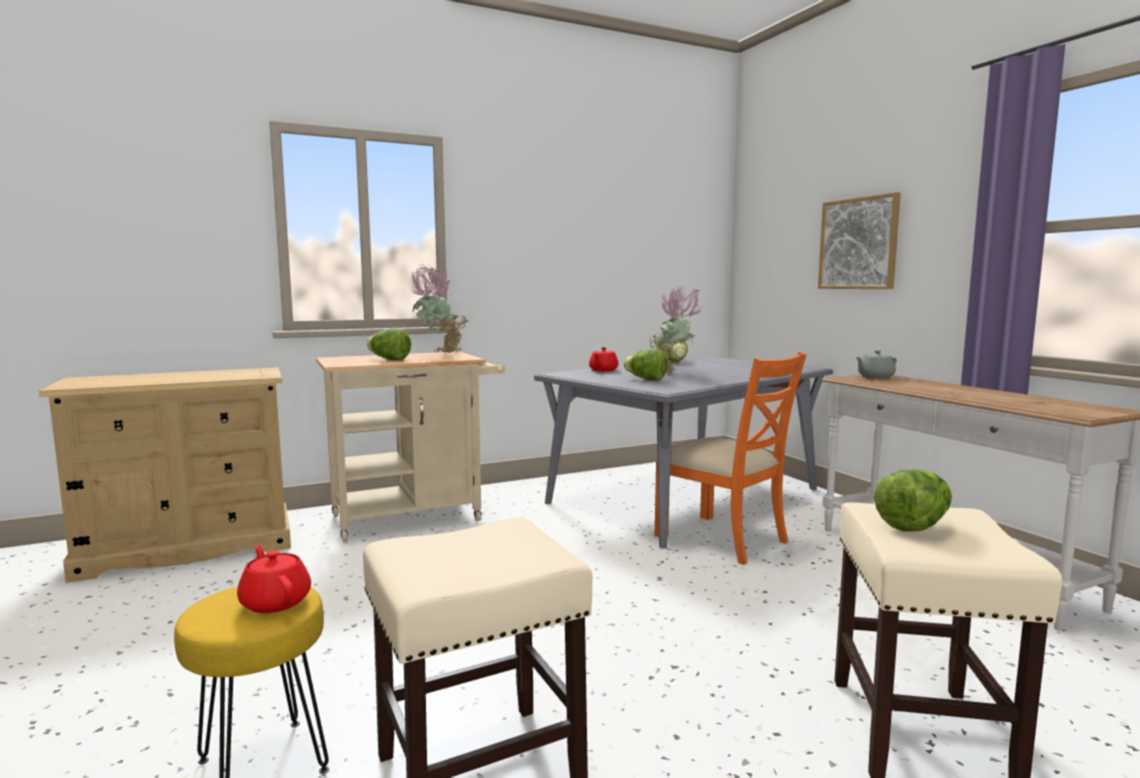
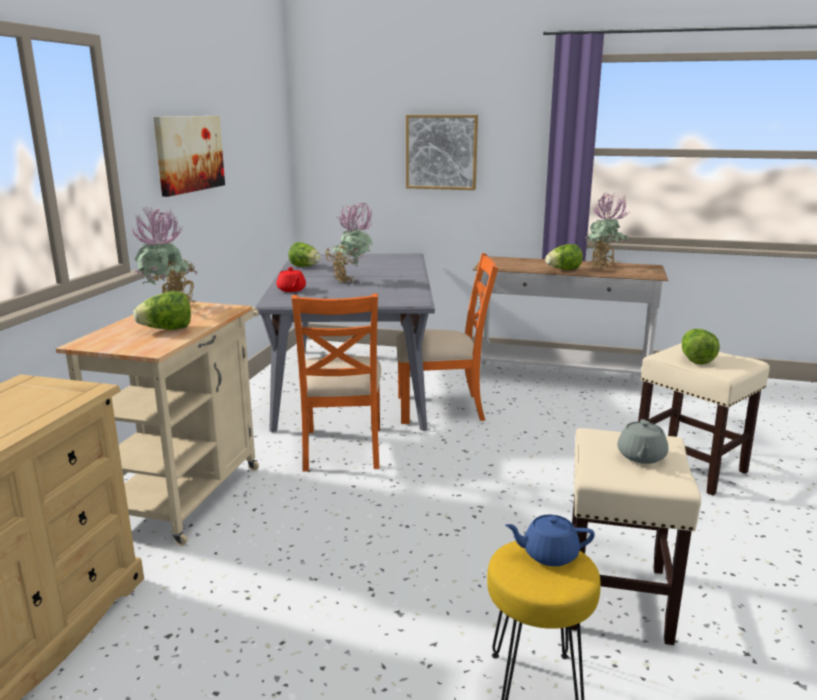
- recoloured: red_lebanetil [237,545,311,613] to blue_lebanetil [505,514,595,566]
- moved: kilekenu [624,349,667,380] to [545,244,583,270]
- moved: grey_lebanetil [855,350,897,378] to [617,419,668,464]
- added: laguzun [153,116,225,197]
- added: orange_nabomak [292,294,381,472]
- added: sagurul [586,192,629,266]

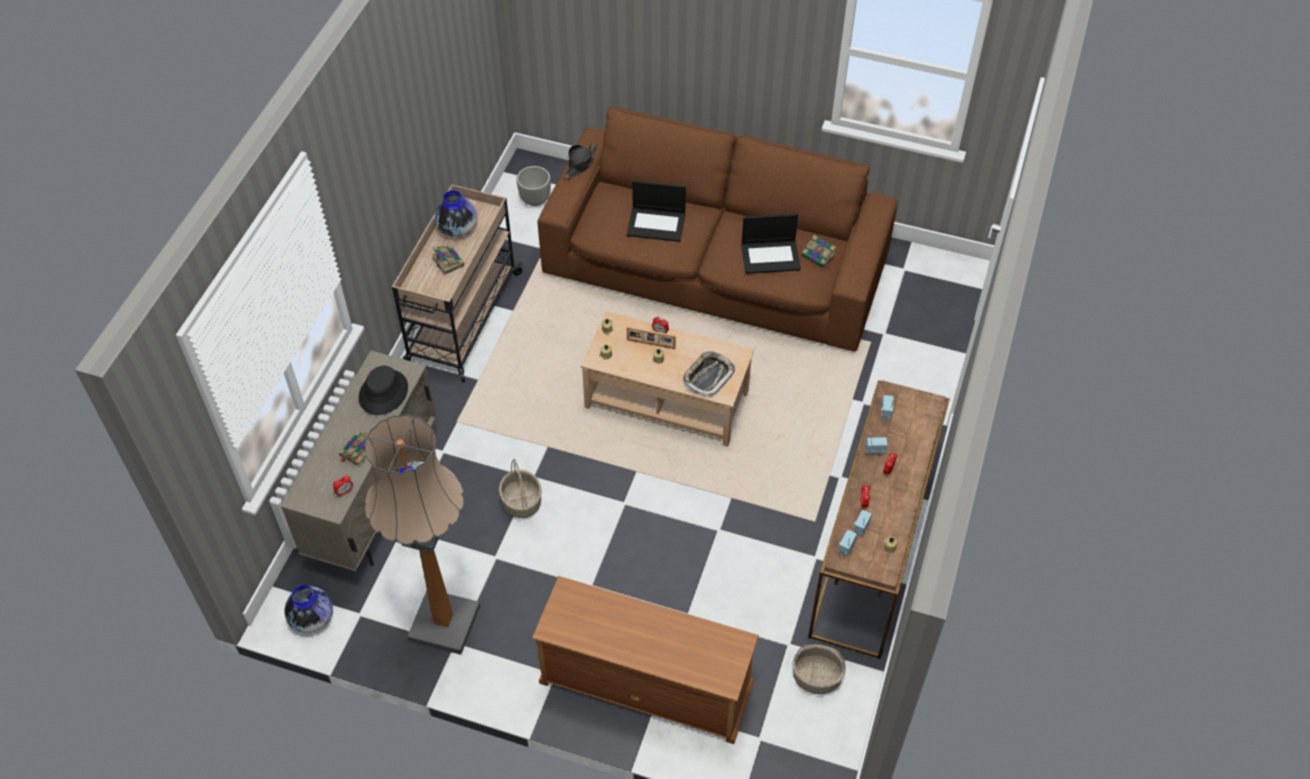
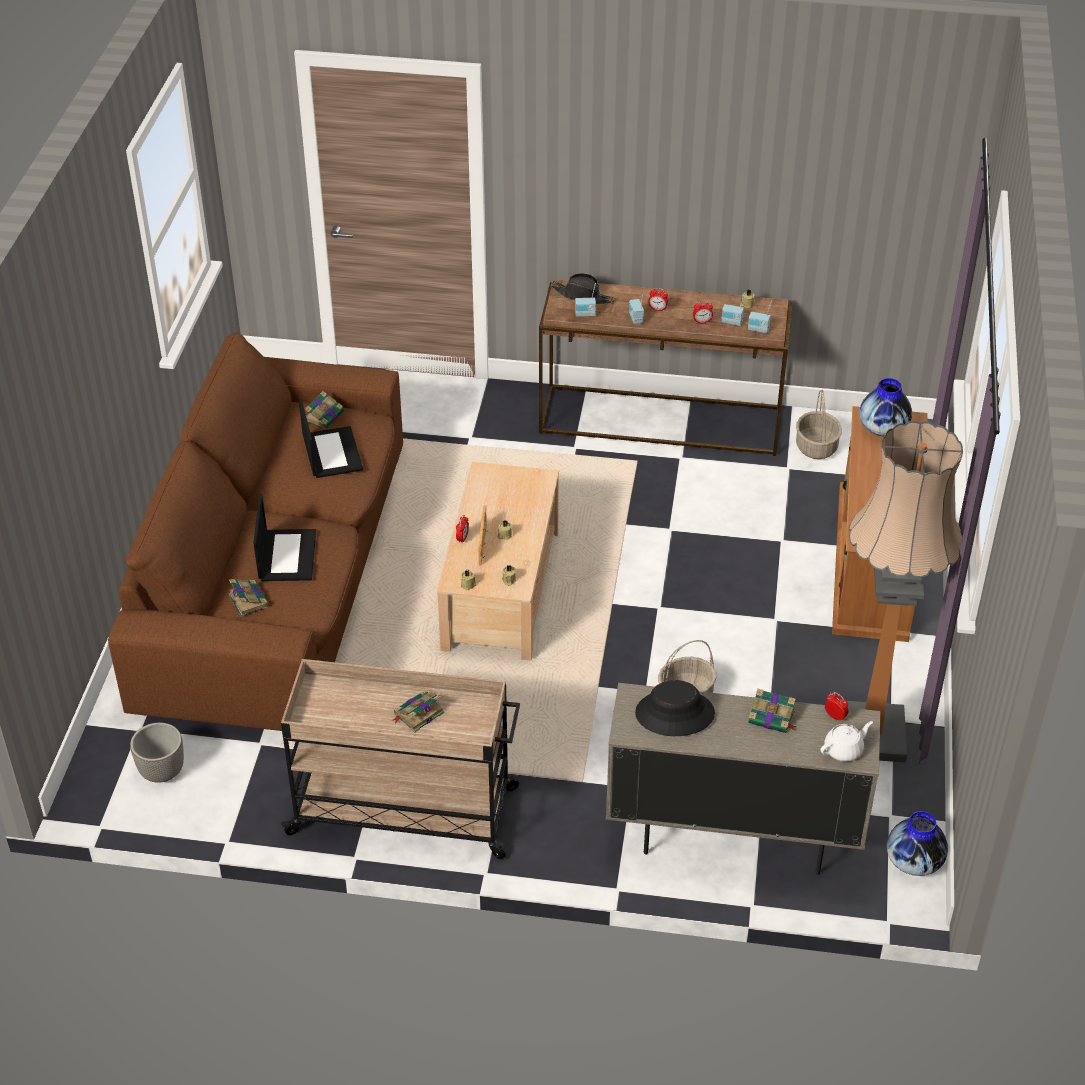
- moved: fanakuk [434,190,477,237] to [859,378,912,436]
- moved: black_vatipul [563,143,598,179] to [550,273,614,304]
- removed: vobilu [683,351,735,396]
- added: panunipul [228,579,269,616]
- added: white_lebanetil [821,721,873,761]

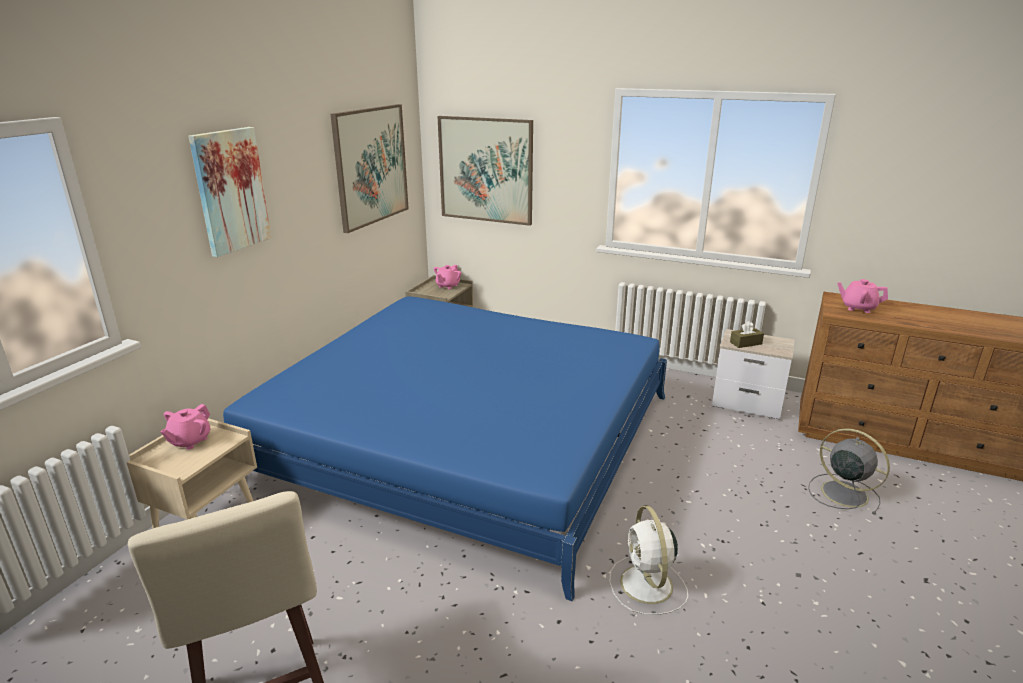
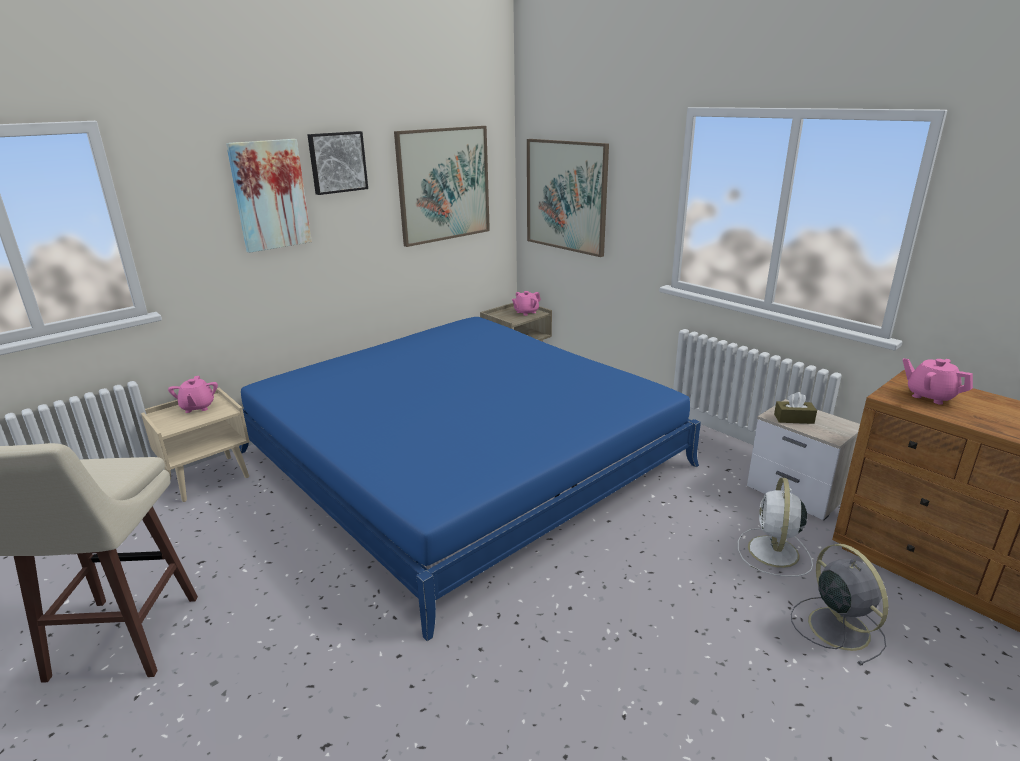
- turned: pink_lebanetil [160,404,210,450] = [168,376,218,413] 60 degrees counterclockwise
- moved: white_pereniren [609,506,688,615] to [738,477,813,577]
- added: laguzun [307,131,368,195]

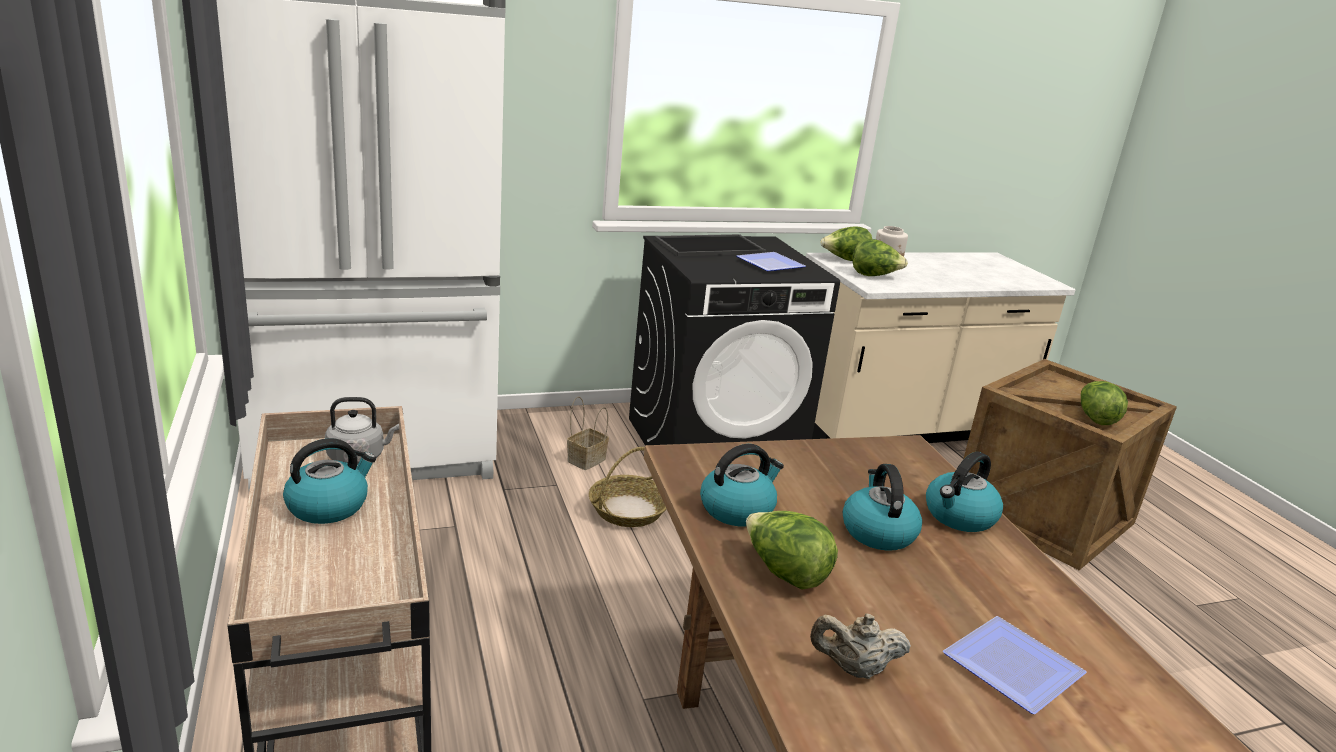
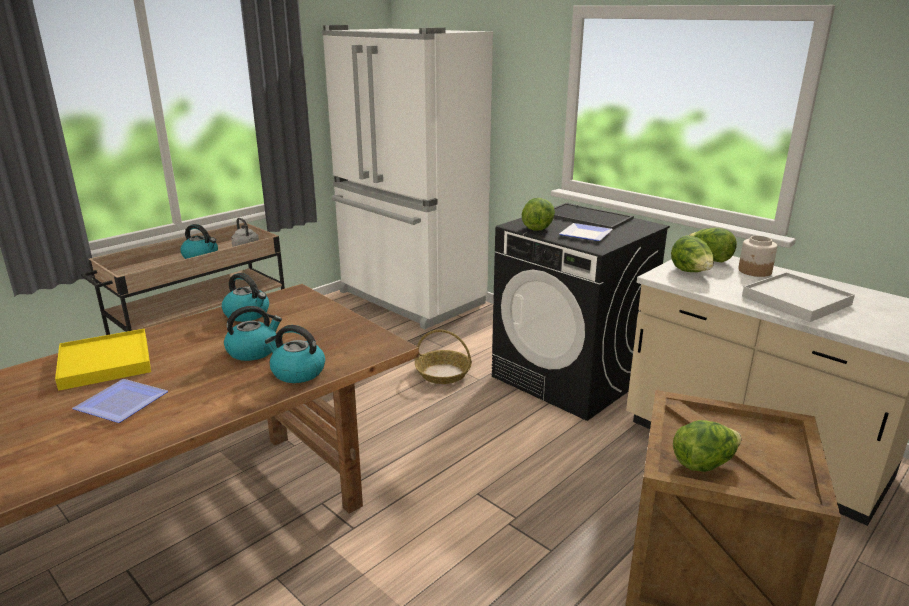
- removed: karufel [567,397,609,470]
- moved: kilekenu [746,511,838,590] to [522,198,555,231]
- replaced: beige_lebanetil [810,613,911,679] to yellow_vobilu [55,329,151,391]
- added: white_vobilu [742,272,855,322]

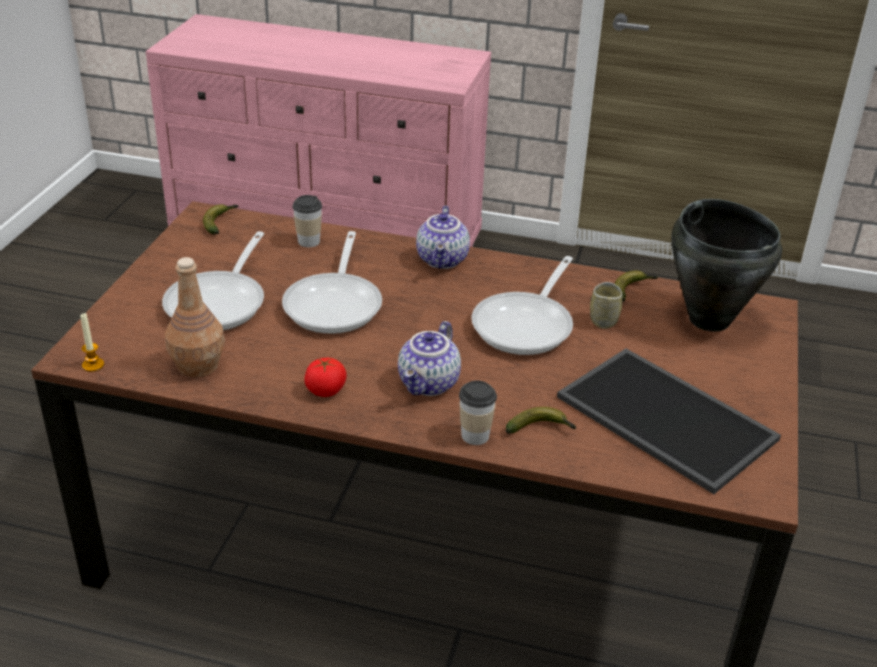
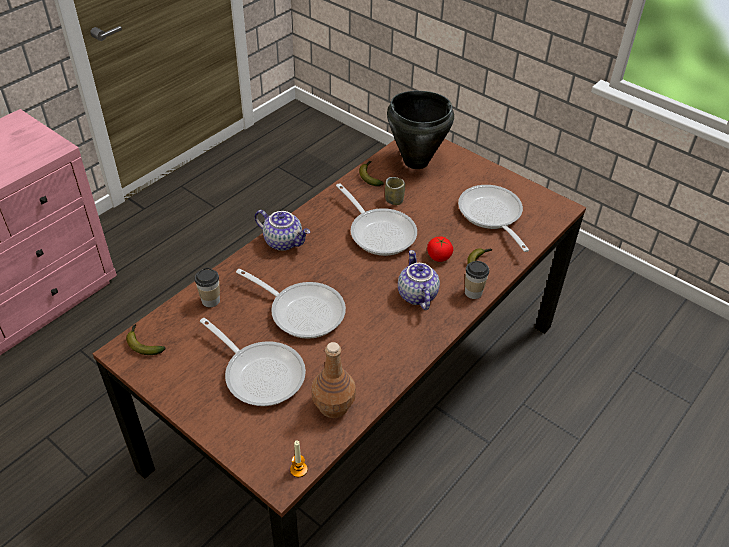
- moved: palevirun [304,358,347,397] to [427,236,453,262]
- turned: lebanetil [398,321,461,396] = [398,250,440,310] 150 degrees counterclockwise
- replaced: vobilu [557,349,781,494] to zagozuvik [458,185,529,252]

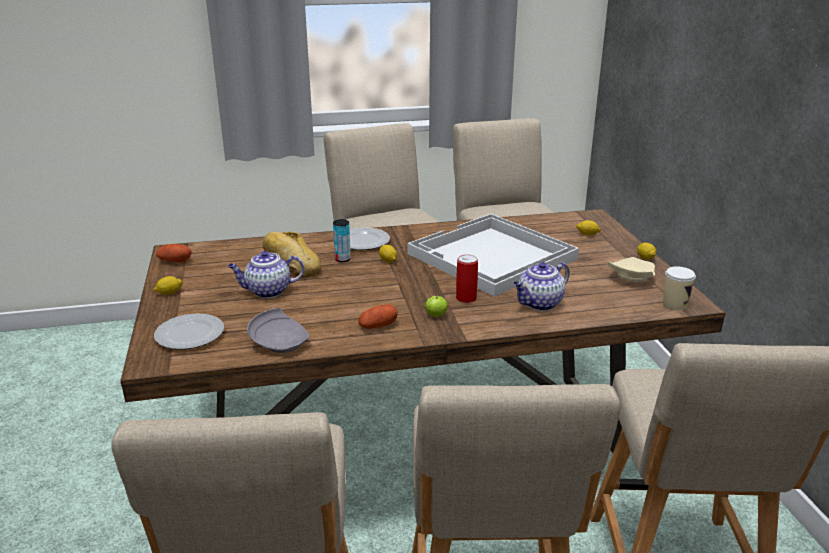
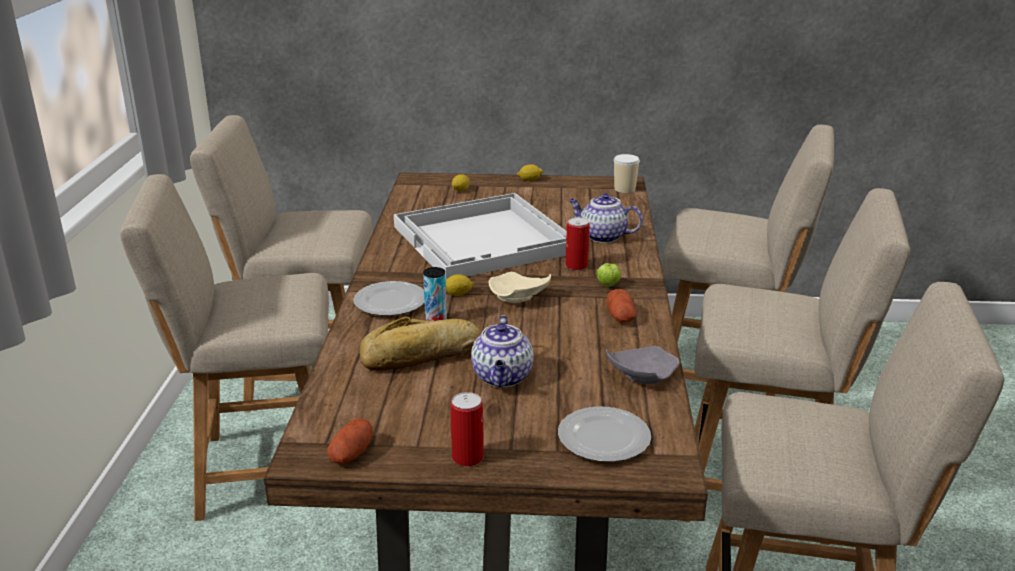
- replaced: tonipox [153,276,183,295] to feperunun [451,392,484,466]
- turned: lebanetil [513,262,570,311] = [568,193,643,243] 135 degrees clockwise
- moved: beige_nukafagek [608,257,655,282] to [488,272,551,303]

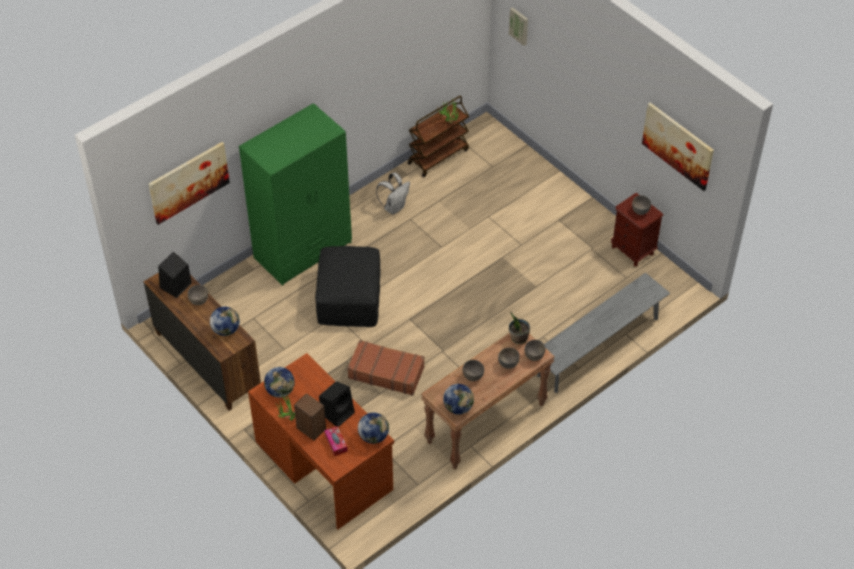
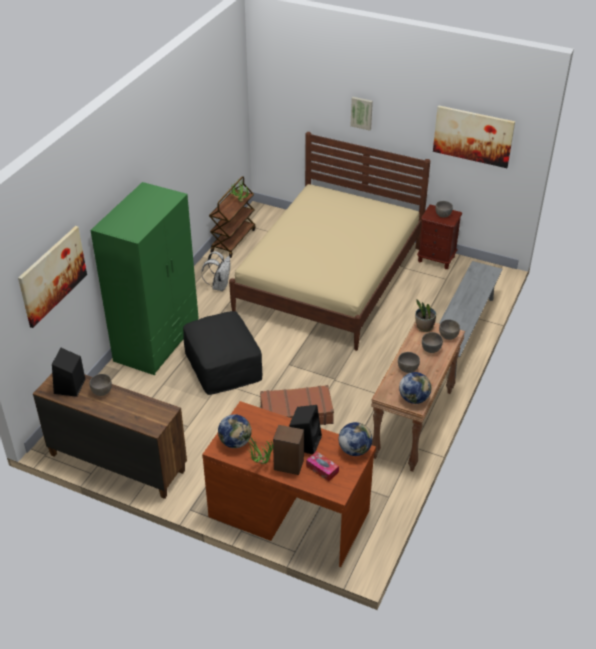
- removed: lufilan [210,306,240,336]
- moved: laguzun [509,7,528,46] to [350,97,373,131]
- added: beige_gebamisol [229,132,430,351]

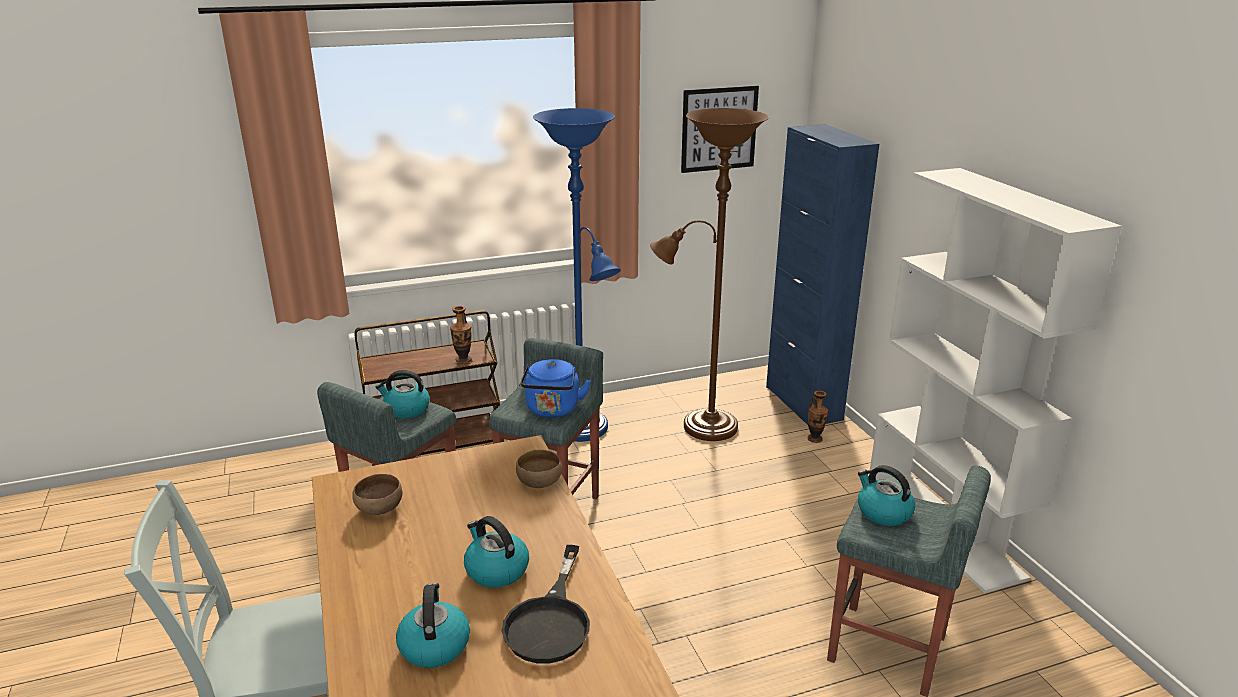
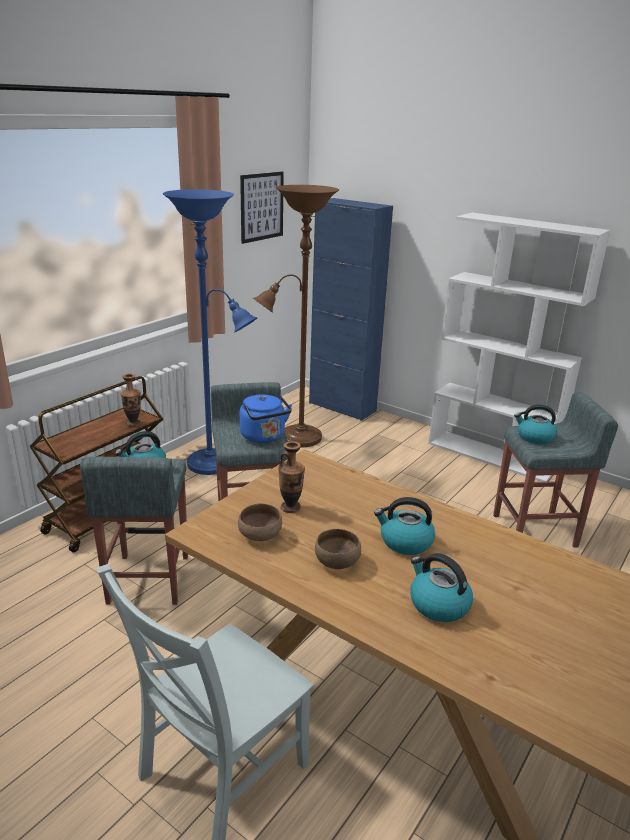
- removed: black_zagozuvik [502,545,590,663]
- moved: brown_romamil [516,450,562,488] to [315,529,361,569]
- moved: fanakuk [807,391,828,443] to [278,441,305,513]

